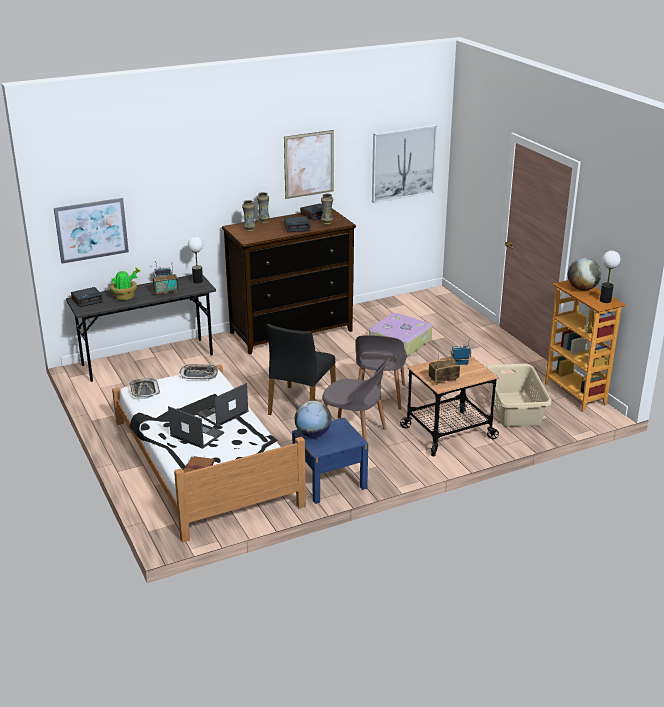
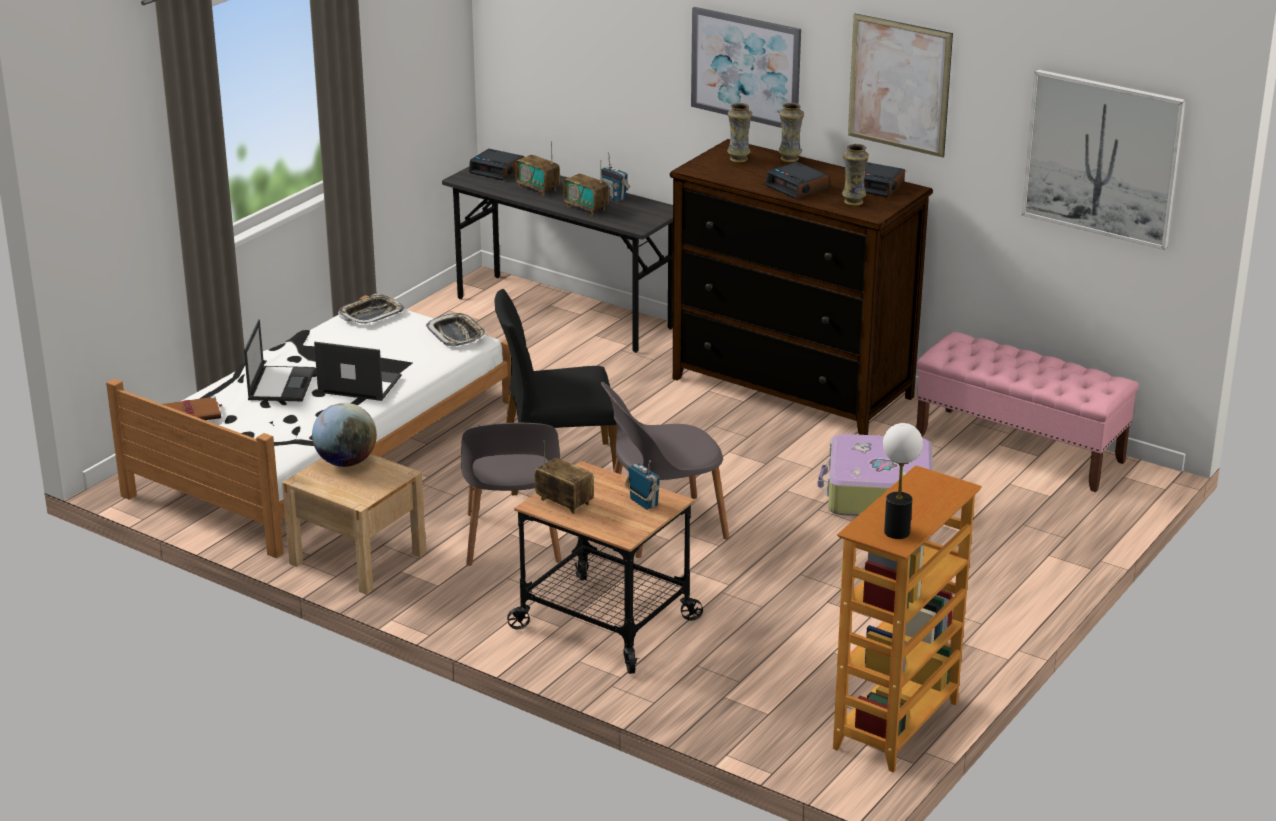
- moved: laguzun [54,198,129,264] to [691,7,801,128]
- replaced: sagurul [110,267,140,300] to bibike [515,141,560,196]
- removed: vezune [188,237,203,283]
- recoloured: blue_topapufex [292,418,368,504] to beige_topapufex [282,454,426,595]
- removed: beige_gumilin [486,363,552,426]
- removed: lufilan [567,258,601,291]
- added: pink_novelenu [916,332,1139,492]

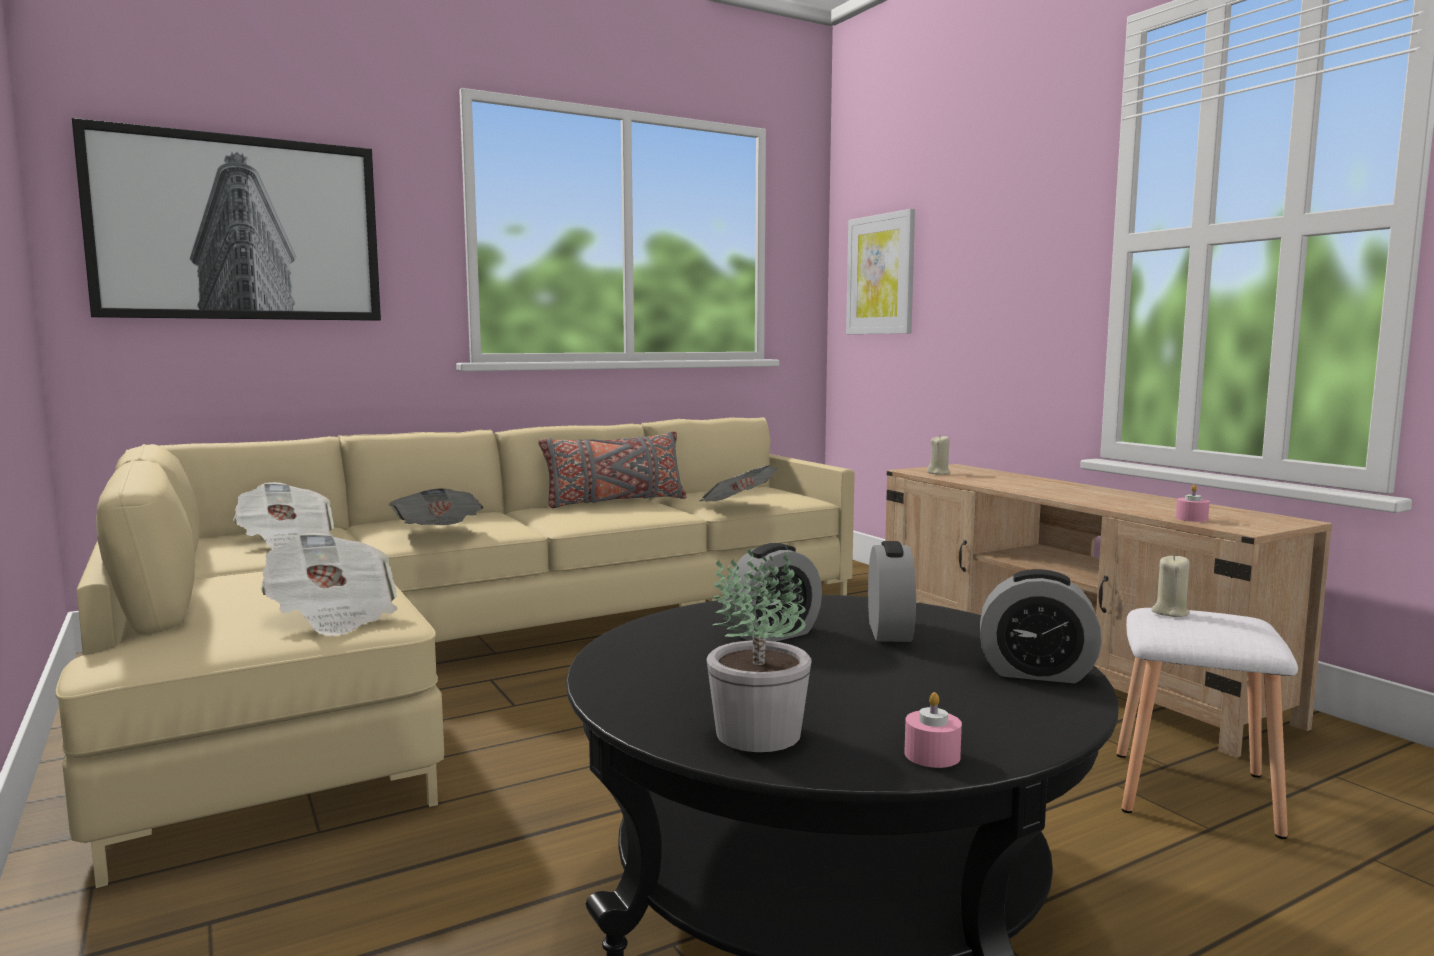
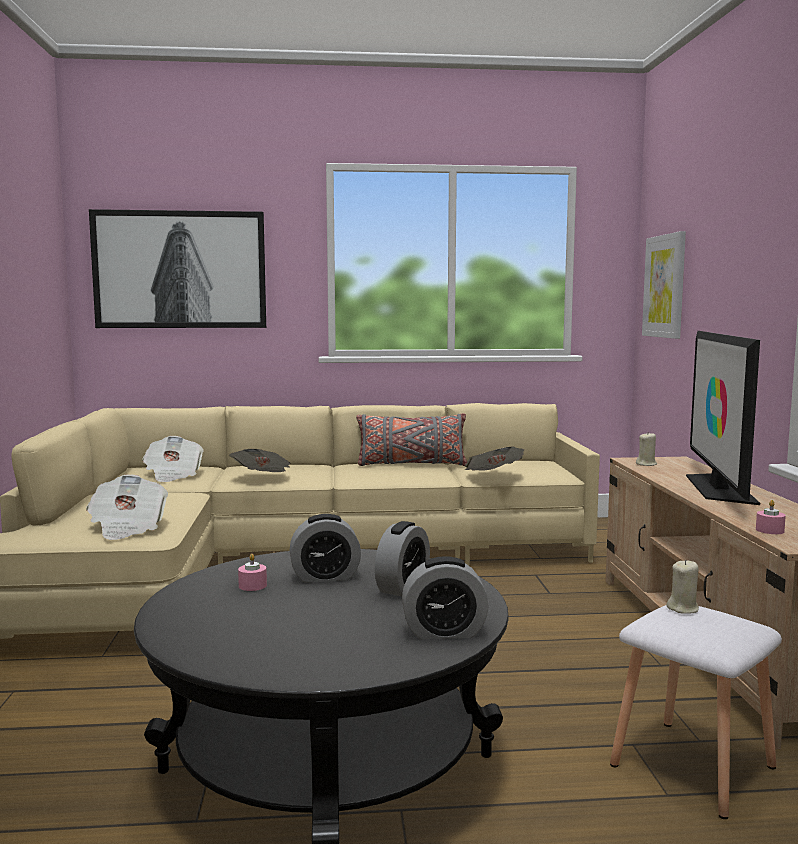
- removed: sagurul [707,546,811,752]
- moved: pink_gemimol [904,692,962,768] to [238,554,267,591]
- turned: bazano [980,569,1102,683] = [402,556,489,640] 45 degrees counterclockwise
- added: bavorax [686,331,760,505]

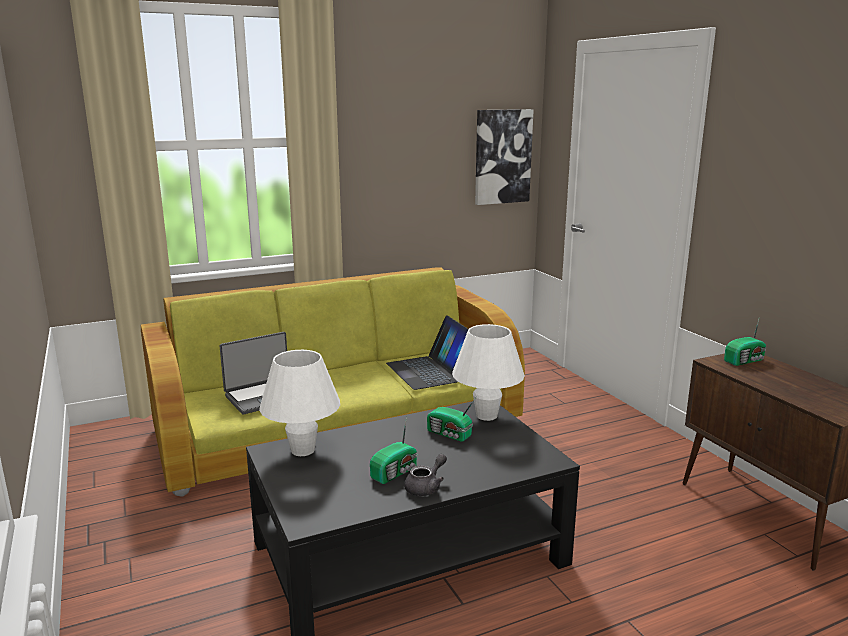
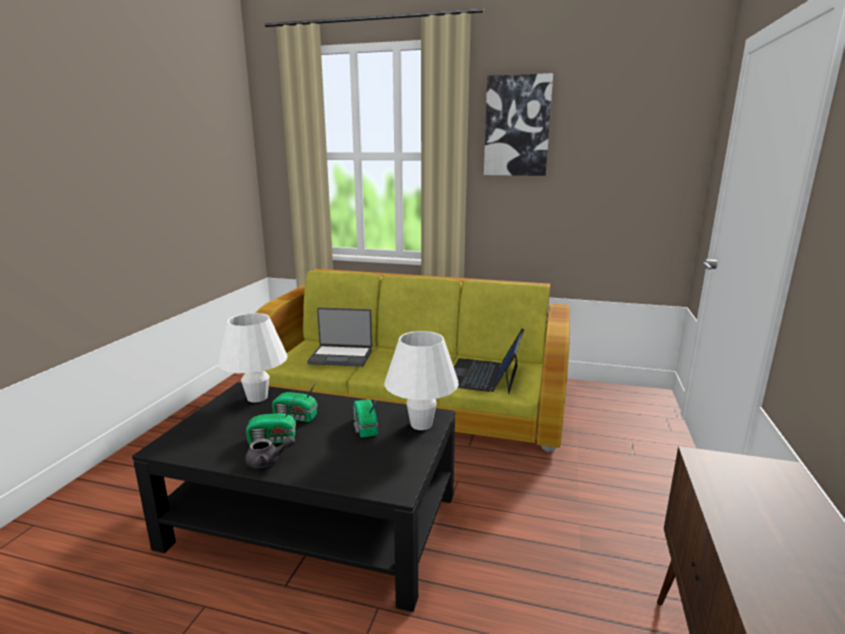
- moved: laguzun [475,109,534,205] to [484,73,553,176]
- moved: bibike [724,320,766,366] to [272,379,318,422]

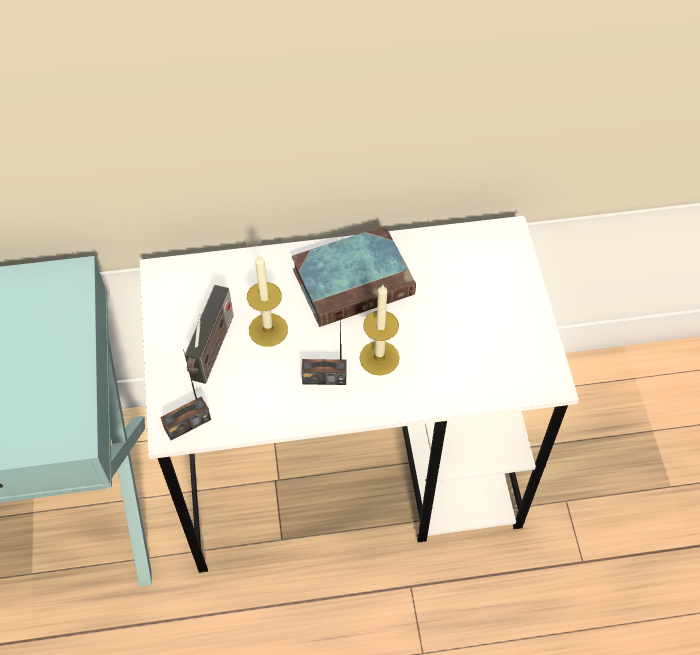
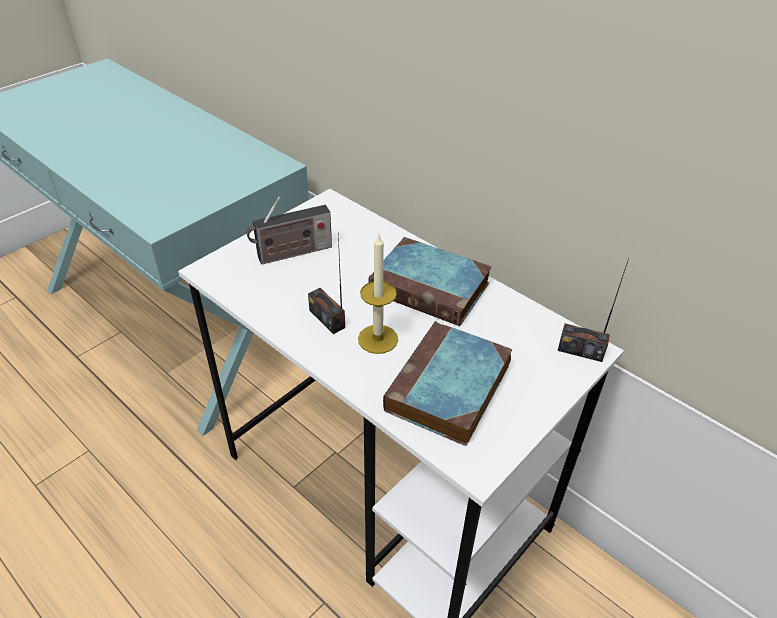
- moved: bibike [160,349,211,440] to [558,258,629,362]
- removed: gemimol [247,255,288,347]
- added: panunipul [383,321,512,446]

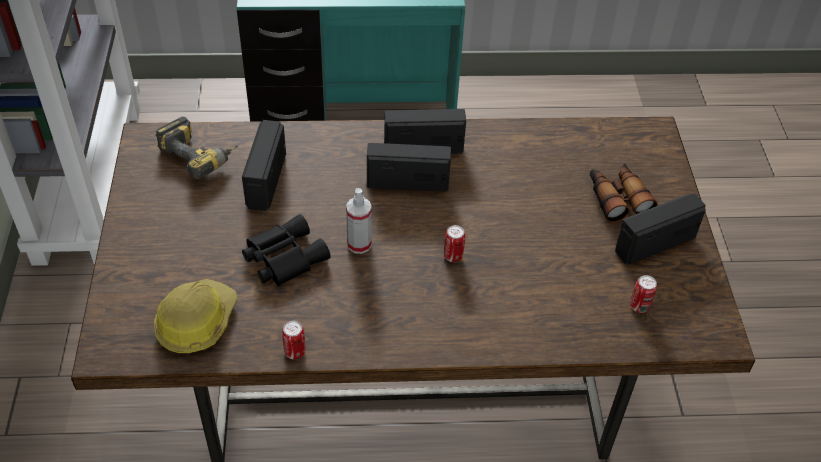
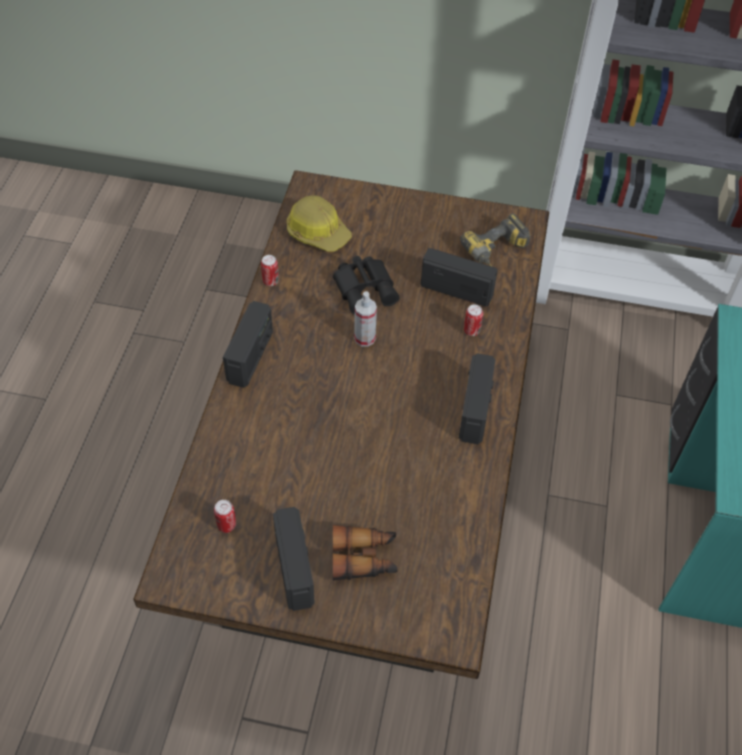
- moved: bibike [367,143,451,192] to [223,301,273,388]
- moved: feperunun [444,225,465,262] to [464,304,483,336]

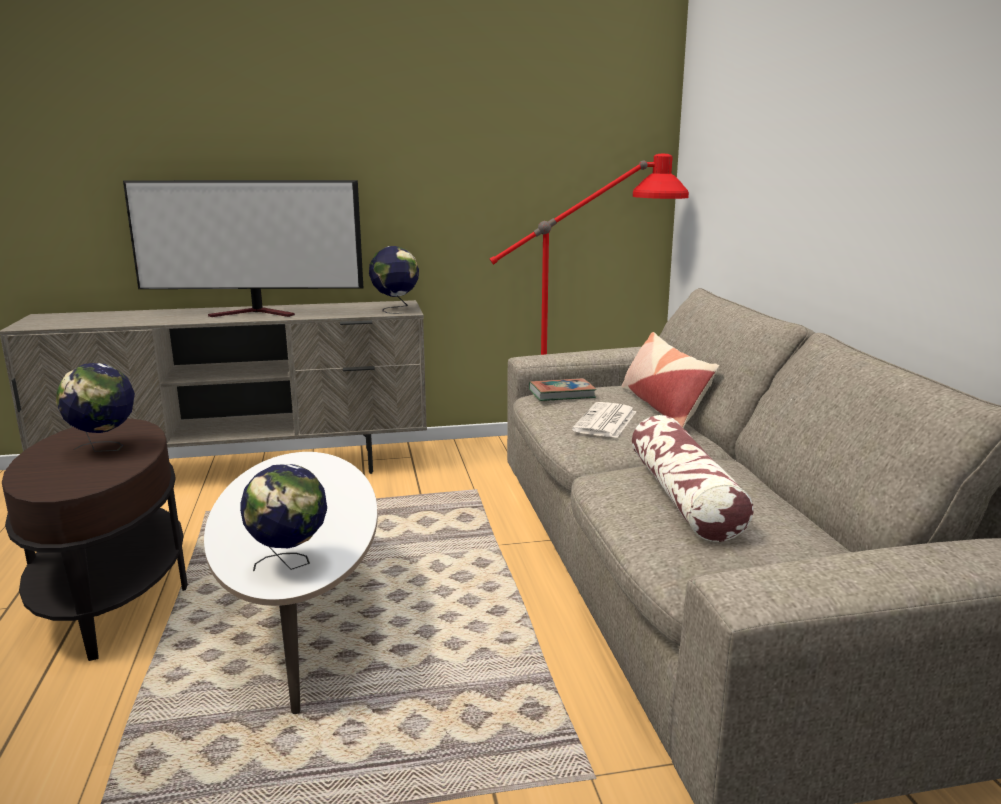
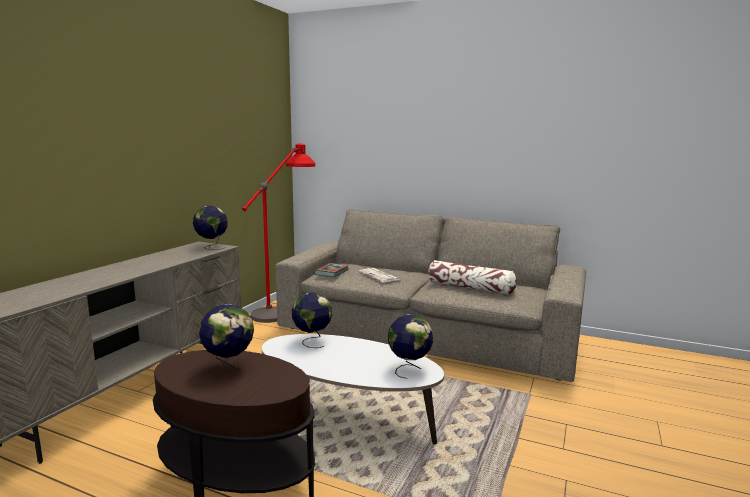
- removed: bavorax [123,180,363,317]
- removed: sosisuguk [622,332,719,428]
- added: lufilan [292,292,332,348]

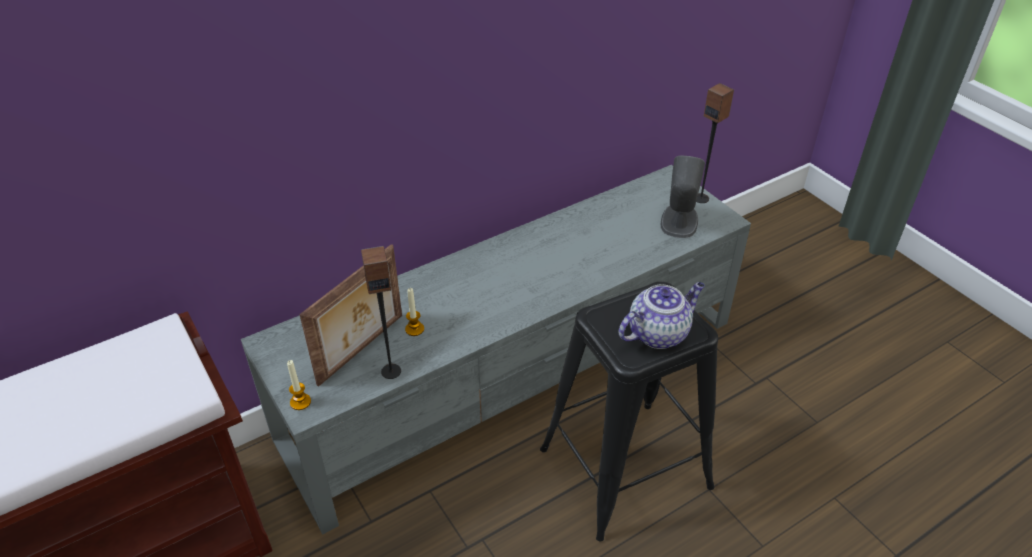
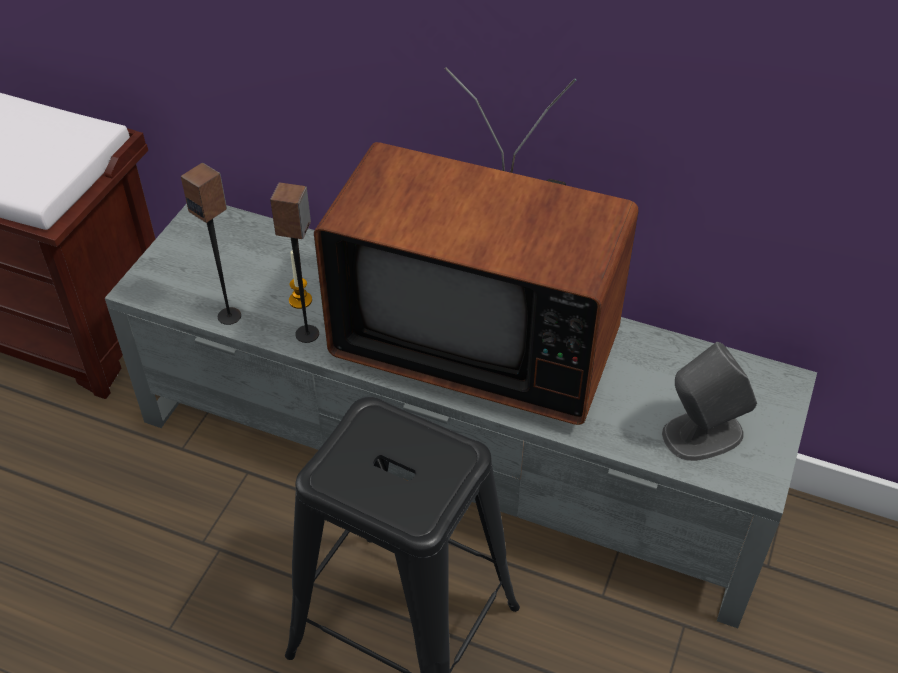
- removed: gemimol [287,360,311,410]
- removed: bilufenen [299,244,402,387]
- removed: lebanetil [619,282,705,349]
- moved: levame [696,83,734,203] to [270,182,319,343]
- added: bavorax [314,67,639,425]

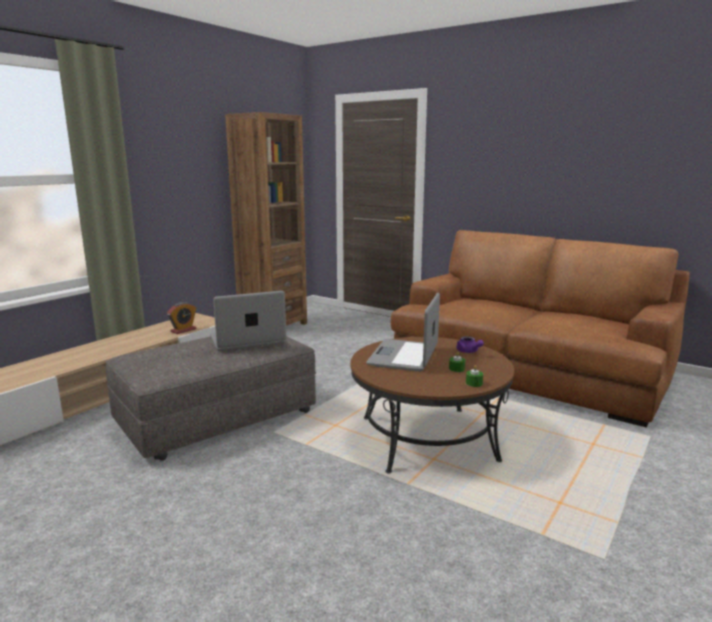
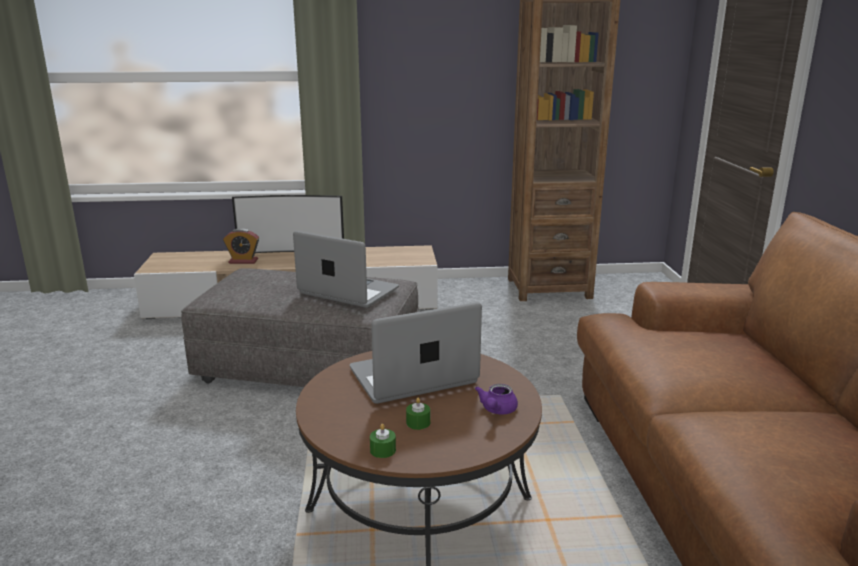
- moved: bazano [167,302,197,334] to [223,228,259,264]
- added: bavorax [232,195,344,253]

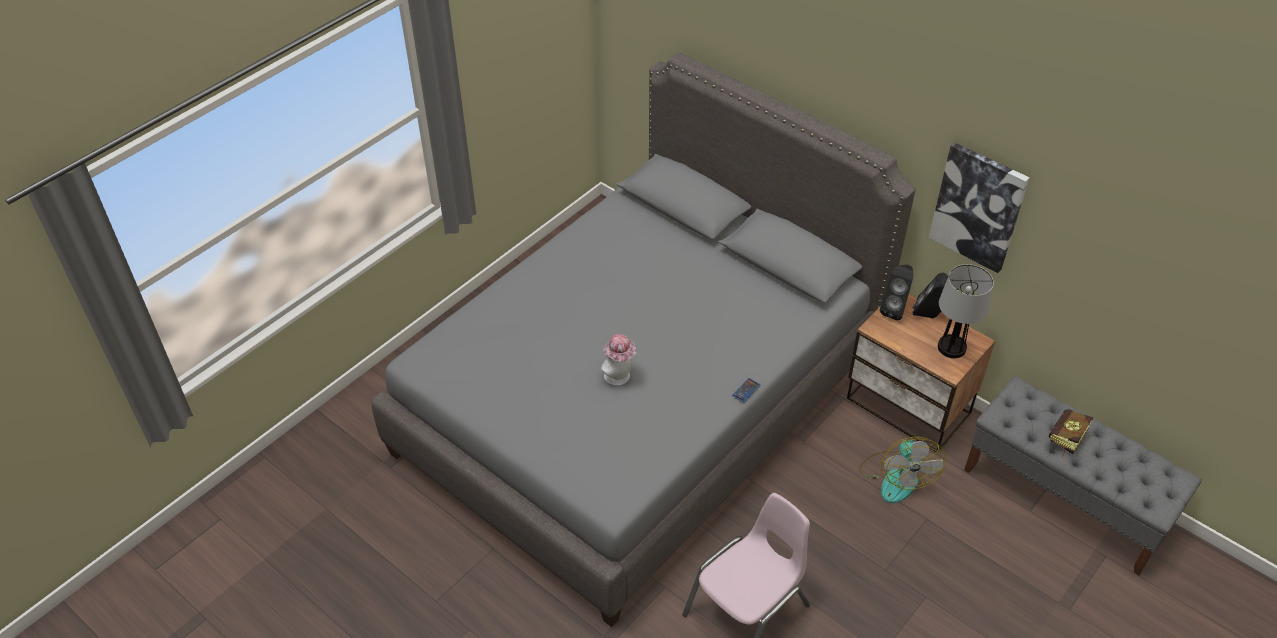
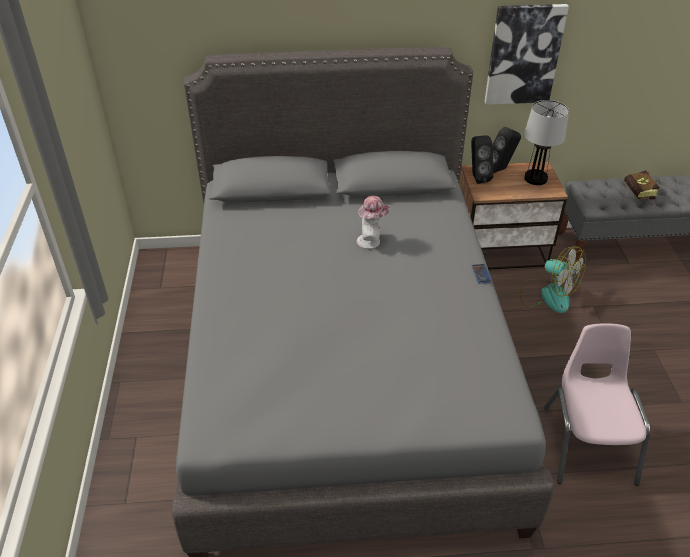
- moved: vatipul [601,334,636,386] to [357,196,390,249]

